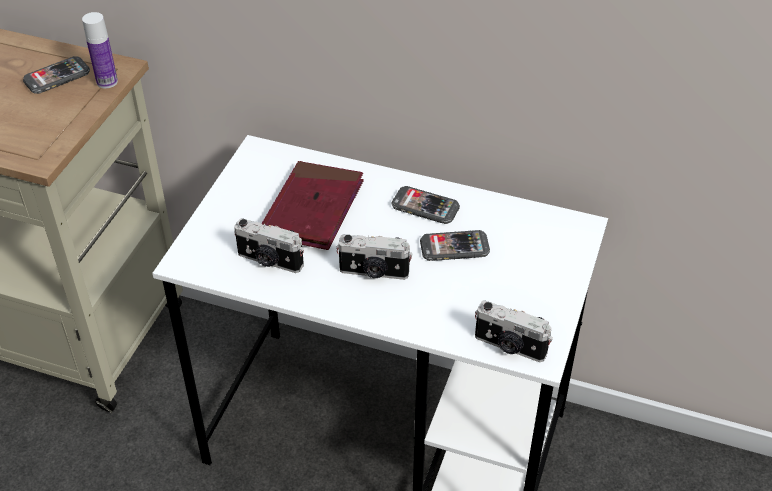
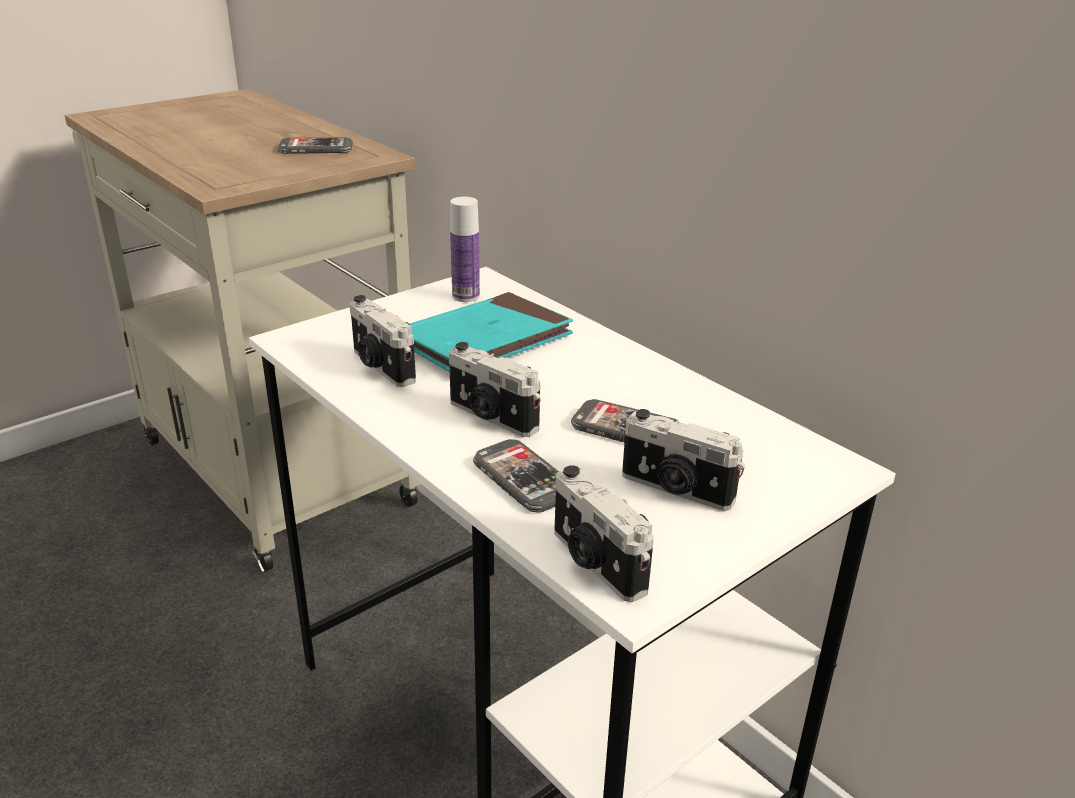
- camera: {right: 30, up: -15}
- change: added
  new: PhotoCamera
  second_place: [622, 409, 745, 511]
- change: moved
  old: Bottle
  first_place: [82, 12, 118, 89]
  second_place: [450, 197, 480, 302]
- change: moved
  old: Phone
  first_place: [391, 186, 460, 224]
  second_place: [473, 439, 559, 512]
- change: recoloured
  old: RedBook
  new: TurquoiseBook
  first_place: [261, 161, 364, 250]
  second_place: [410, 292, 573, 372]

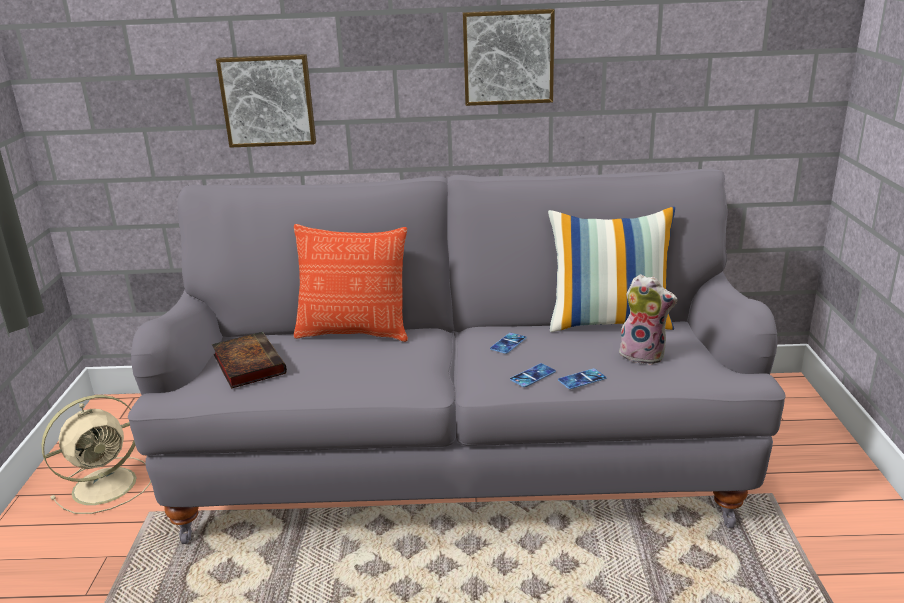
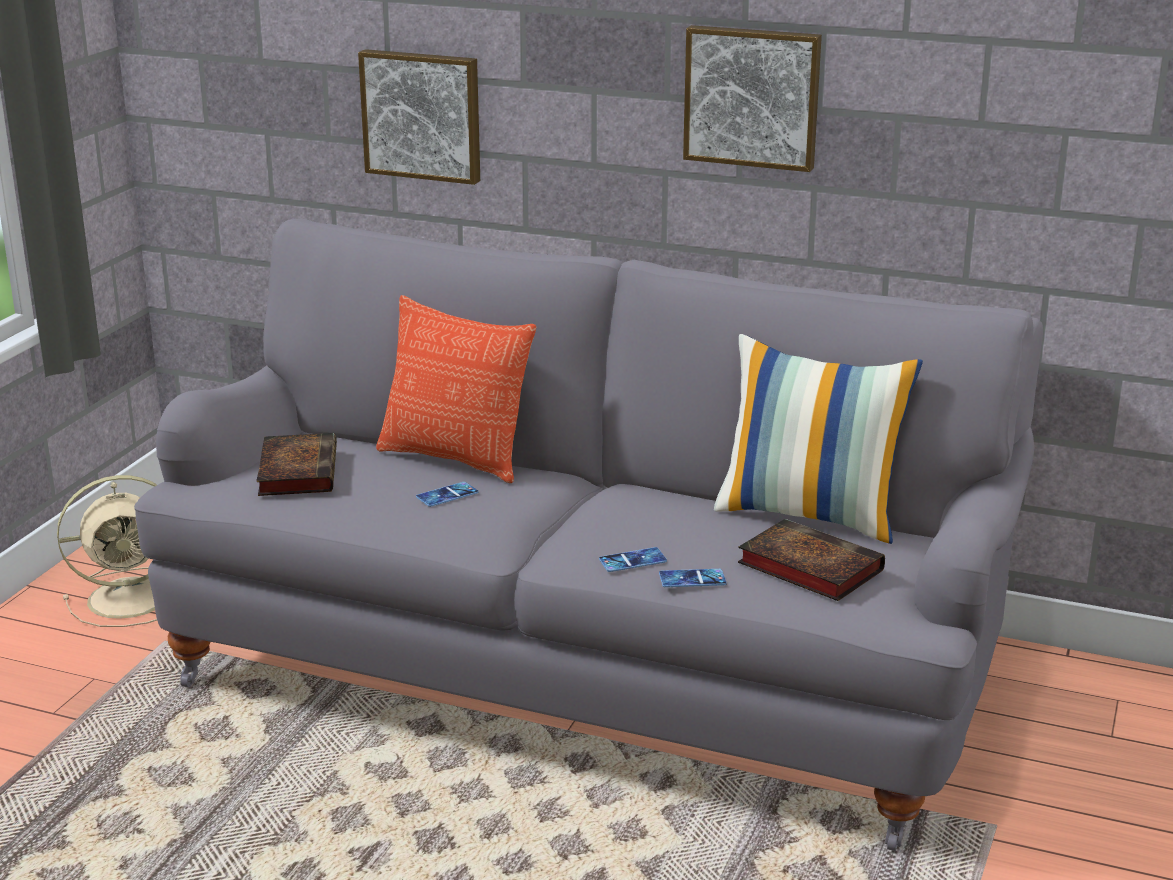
- camera: {right: 20, up: 0}
- change: moved
  old: Phone
  first_place: [490, 333, 526, 354]
  second_place: [416, 482, 479, 507]
- change: replaced
  old: PlushToy
  new: Book
  first_place: [619, 274, 677, 365]
  second_place: [738, 519, 885, 601]

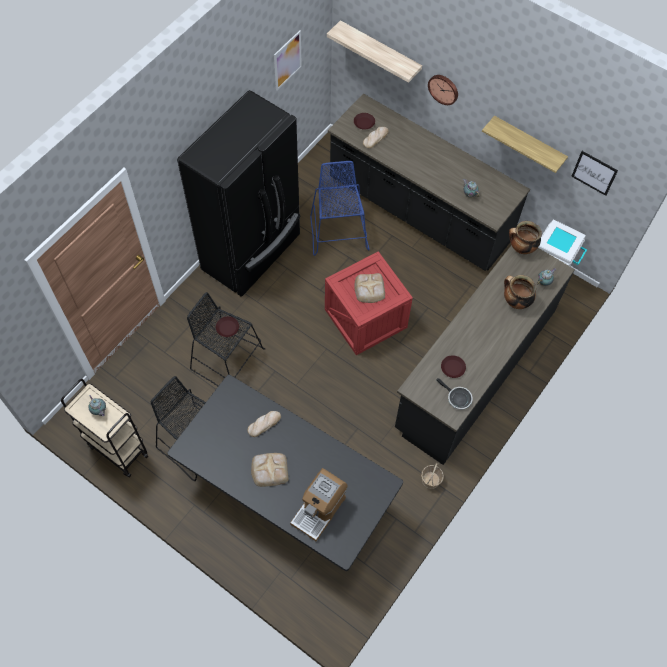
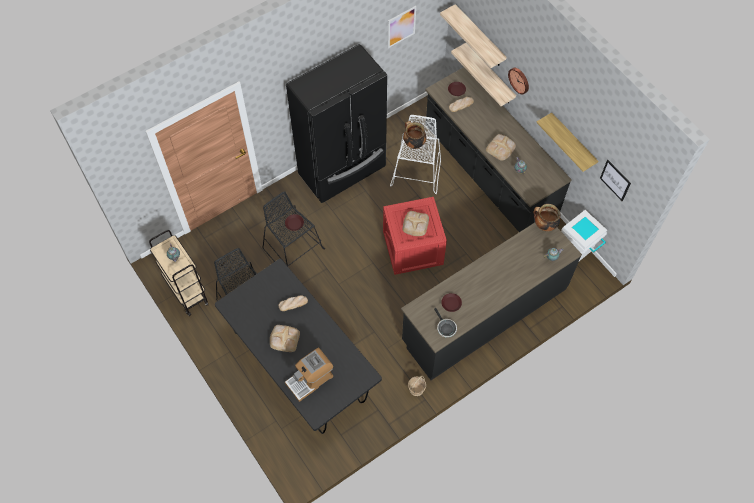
- camera: {right: 20, up: 0}
- change: added
  new: Shelf
  second_place: [451, 43, 516, 106]
- change: added
  new: Bread
  second_place: [486, 134, 516, 161]
- change: moved
  old: CookingPot
  first_place: [504, 275, 536, 309]
  second_place: [403, 121, 426, 149]
- change: recoloured
  old: BlueStool
  new: WhiteStool
  first_place: [310, 161, 370, 256]
  second_place: [390, 115, 441, 194]

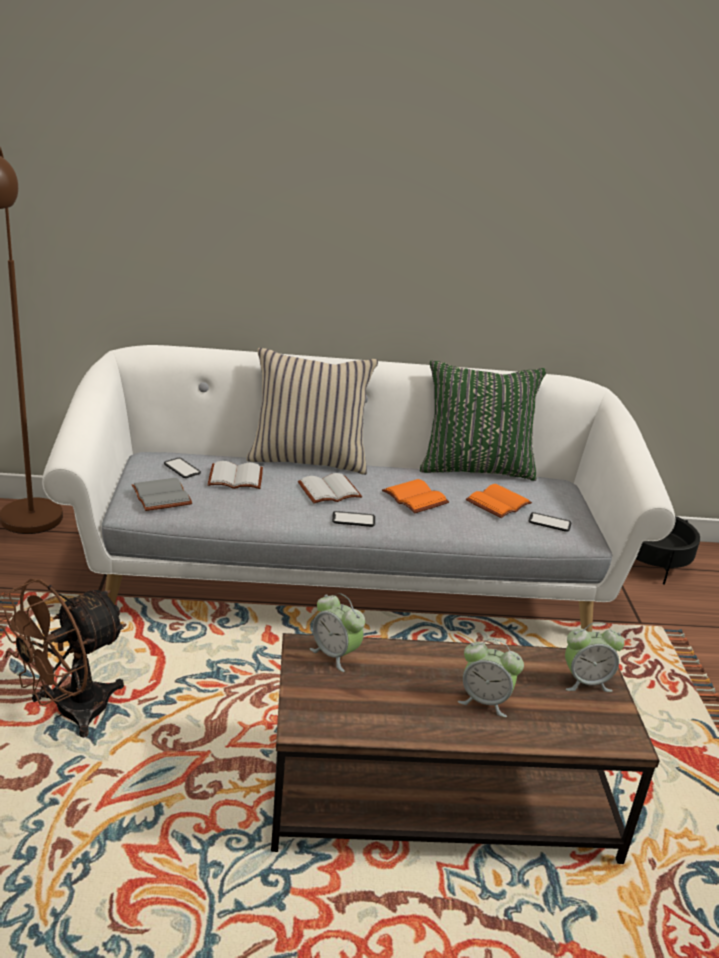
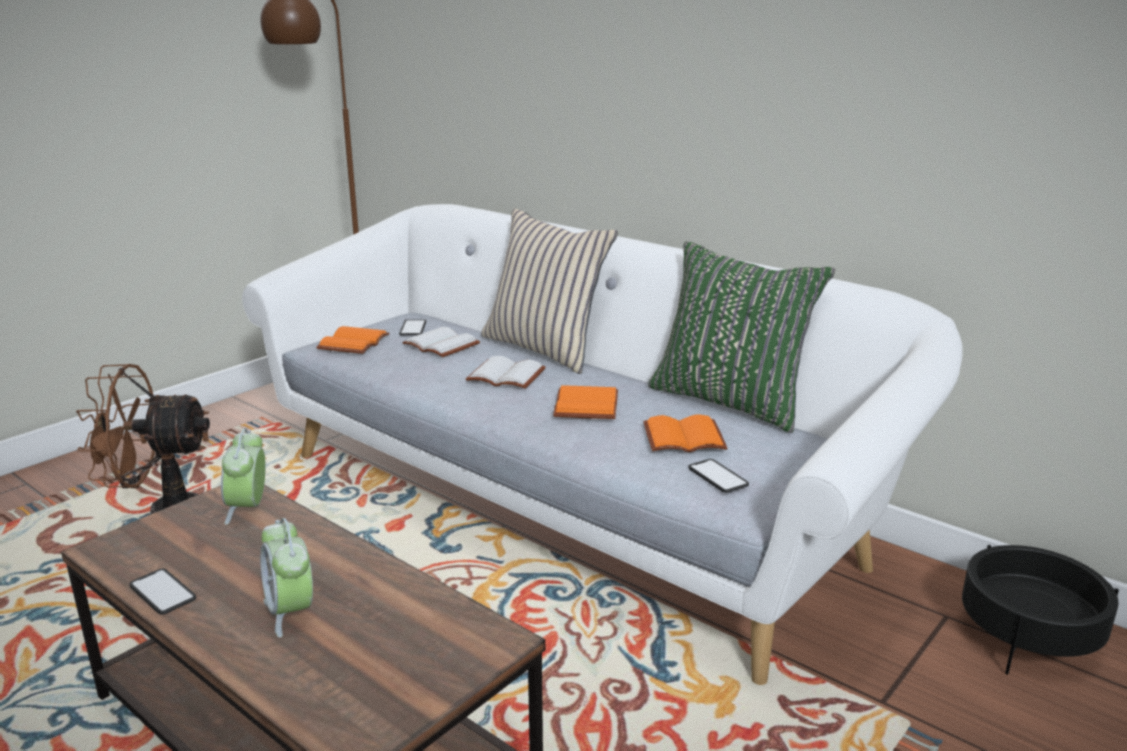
- camera: {right: 45, up: -5}
- change: removed
  old: AlarmClock
  first_place: [565, 622, 625, 692]
- change: moved
  old: Phone
  first_place: [332, 511, 375, 527]
  second_place: [129, 568, 196, 615]
- change: recoloured
  old: GreyBook
  new: OrangeBook
  first_place: [132, 477, 192, 511]
  second_place: [316, 326, 390, 354]

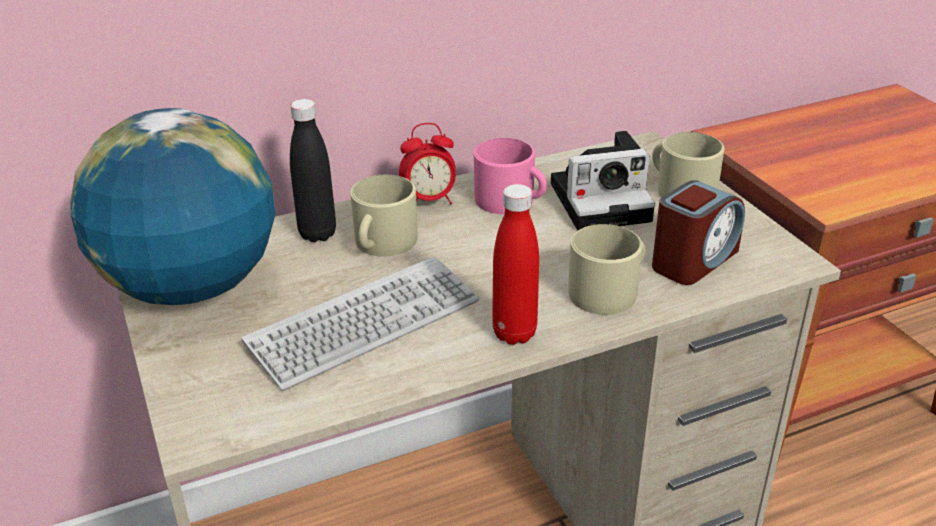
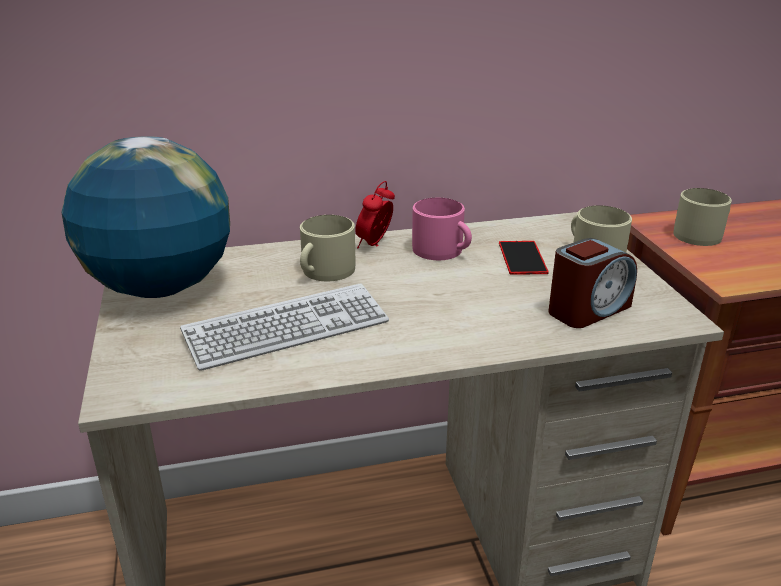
- camera: {right: 10, up: -5}
- change: removed
  old: BlackBottle
  first_place: [290, 99, 336, 242]
- change: removed
  old: RedBottle
  first_place: [492, 184, 539, 345]
- change: moved
  old: BeigeMug
  first_place: [568, 224, 645, 315]
  second_place: [673, 188, 732, 246]
- change: replaced
  old: PhotoCamera
  new: Phone
  first_place: [551, 131, 655, 231]
  second_place: [499, 241, 549, 275]
- change: turned
  old: AlarmClock
  first_place: [399, 123, 456, 204]
  second_place: [355, 181, 395, 249]
  degrees: 120

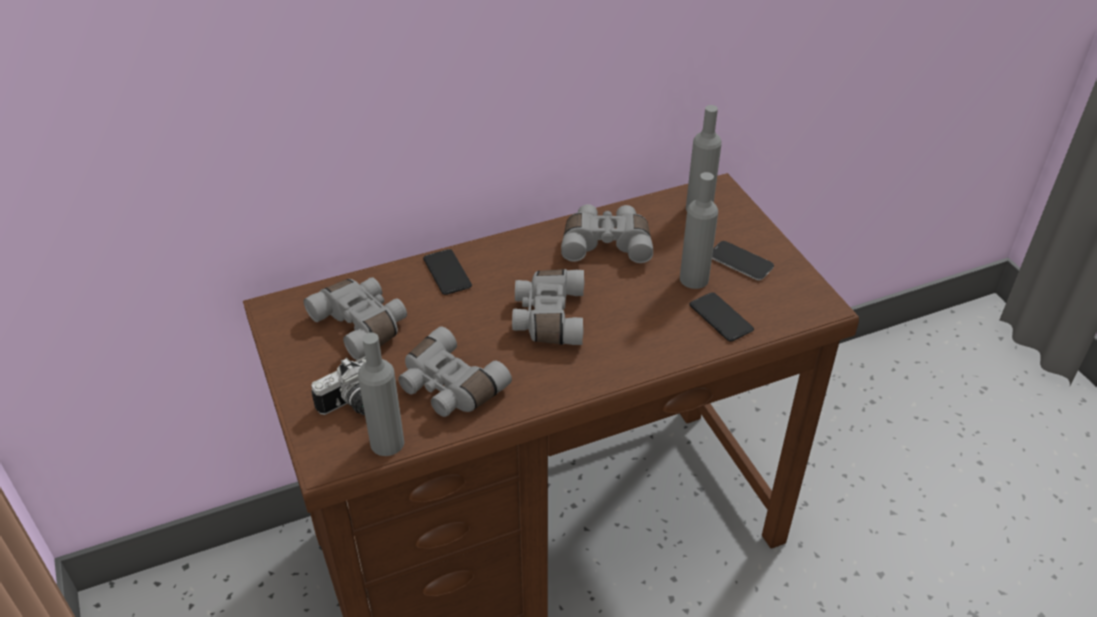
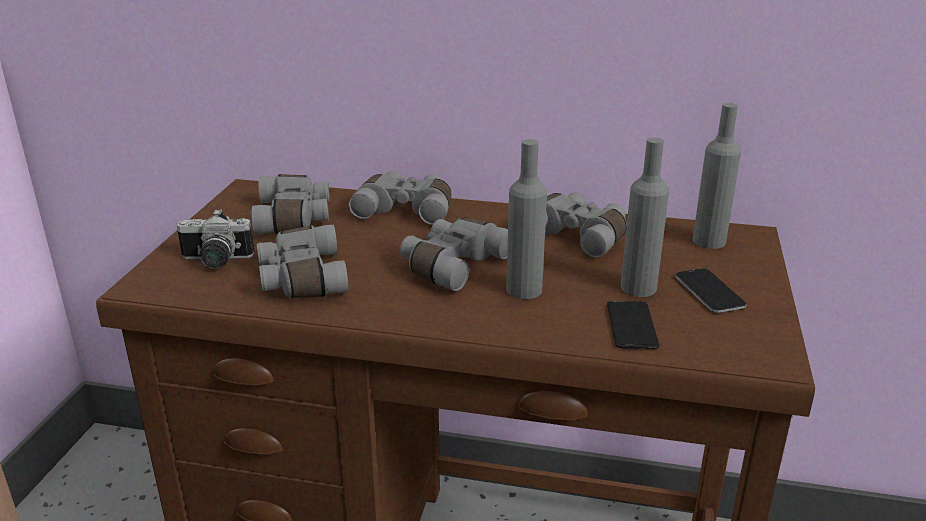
- camera: {right: 35, up: -15}
- change: moved
  old: GreyBottle
  first_place: [358, 332, 404, 456]
  second_place: [506, 139, 547, 299]
- change: replaced
  old: Phone
  new: GreyBinoculars
  first_place: [423, 249, 472, 295]
  second_place: [349, 171, 451, 225]

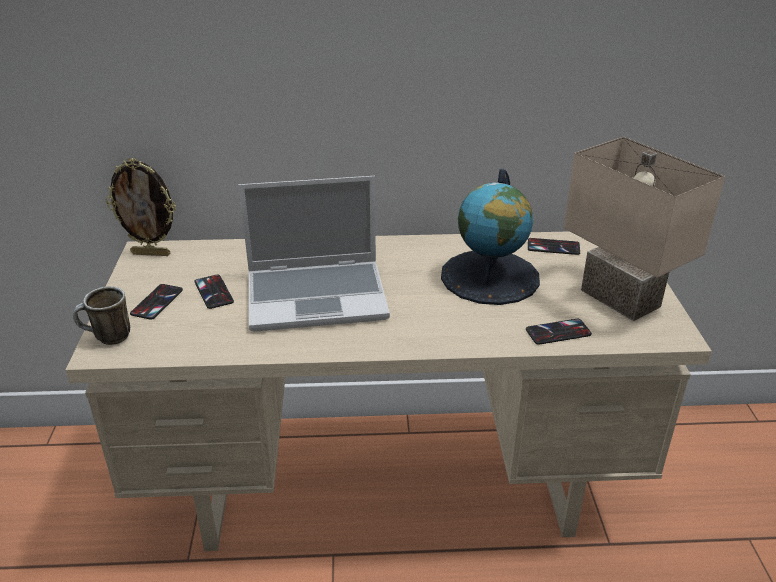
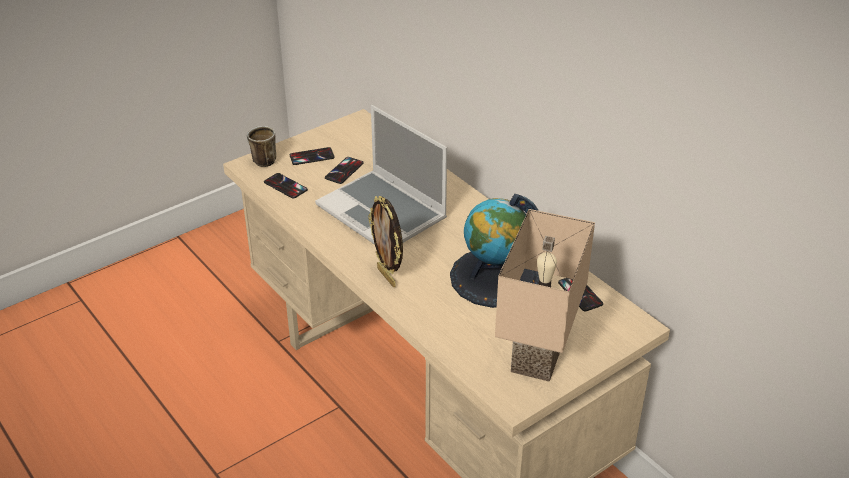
- camera: {right: 55, up: 5}
- change: moved
  old: PictureFrame
  first_place: [106, 158, 176, 256]
  second_place: [368, 196, 403, 287]
- change: moved
  old: Phone
  first_place: [526, 319, 592, 345]
  second_place: [264, 173, 308, 199]

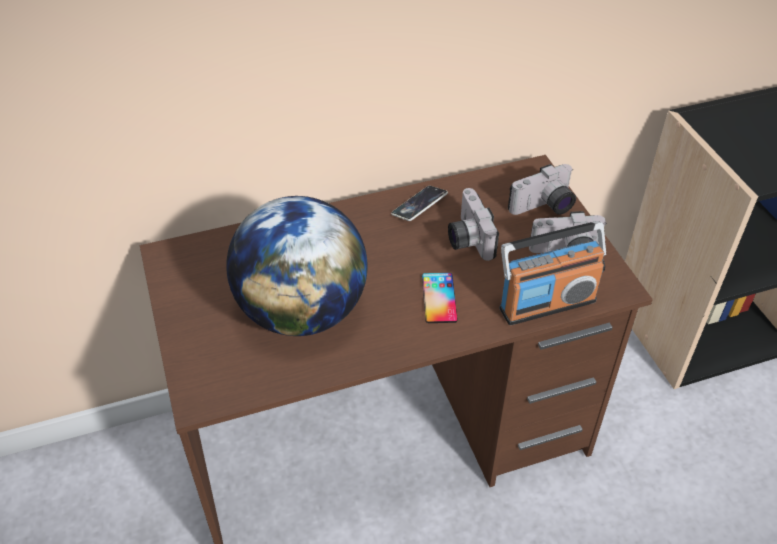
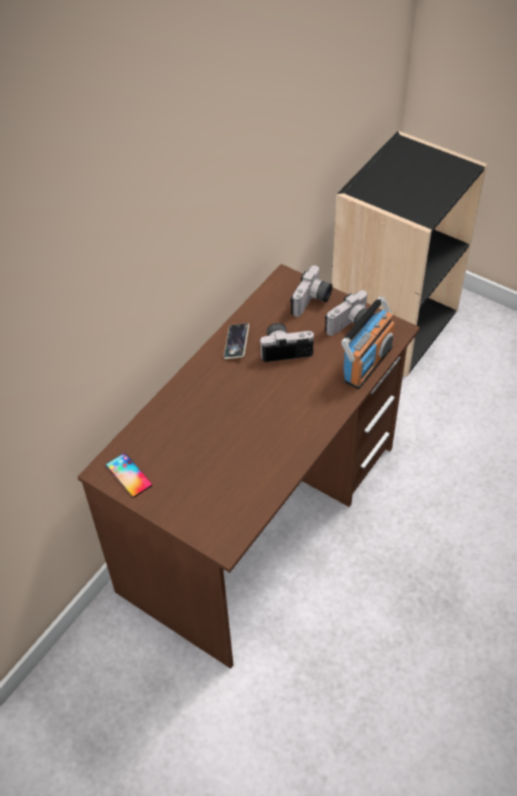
- camera: {right: -35, up: 5}
- change: removed
  old: Globe
  first_place: [226, 196, 368, 336]
- change: moved
  old: Phone
  first_place: [422, 273, 458, 323]
  second_place: [106, 453, 152, 498]
- change: turned
  old: PhotoCamera
  first_place: [448, 188, 499, 261]
  second_place: [259, 323, 314, 362]
  degrees: 135

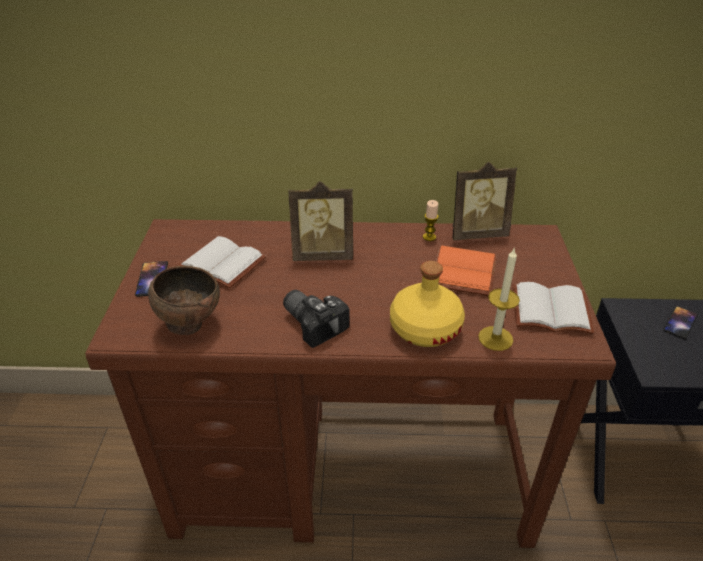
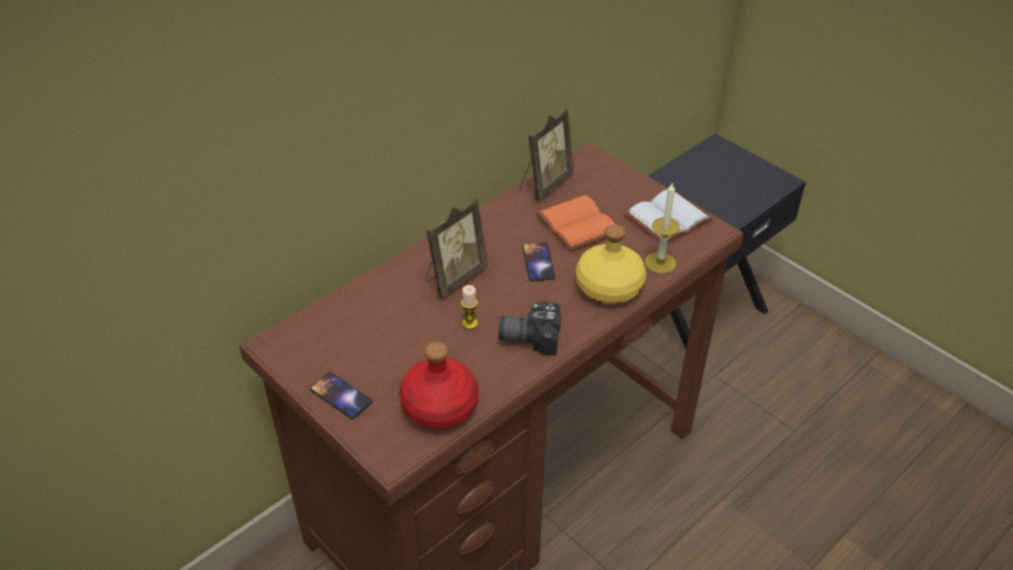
- camera: {right: -45, up: 5}
- change: removed
  old: WhiteBook
  first_place: [178, 236, 266, 288]
- change: moved
  old: Candle
  first_place: [423, 200, 439, 241]
  second_place: [461, 285, 478, 329]
- change: moved
  old: Phone
  first_place: [663, 306, 698, 339]
  second_place: [522, 242, 555, 281]
- change: replaced
  old: BrownBowl
  new: RedBottle
  first_place: [148, 266, 220, 335]
  second_place: [399, 342, 479, 429]

